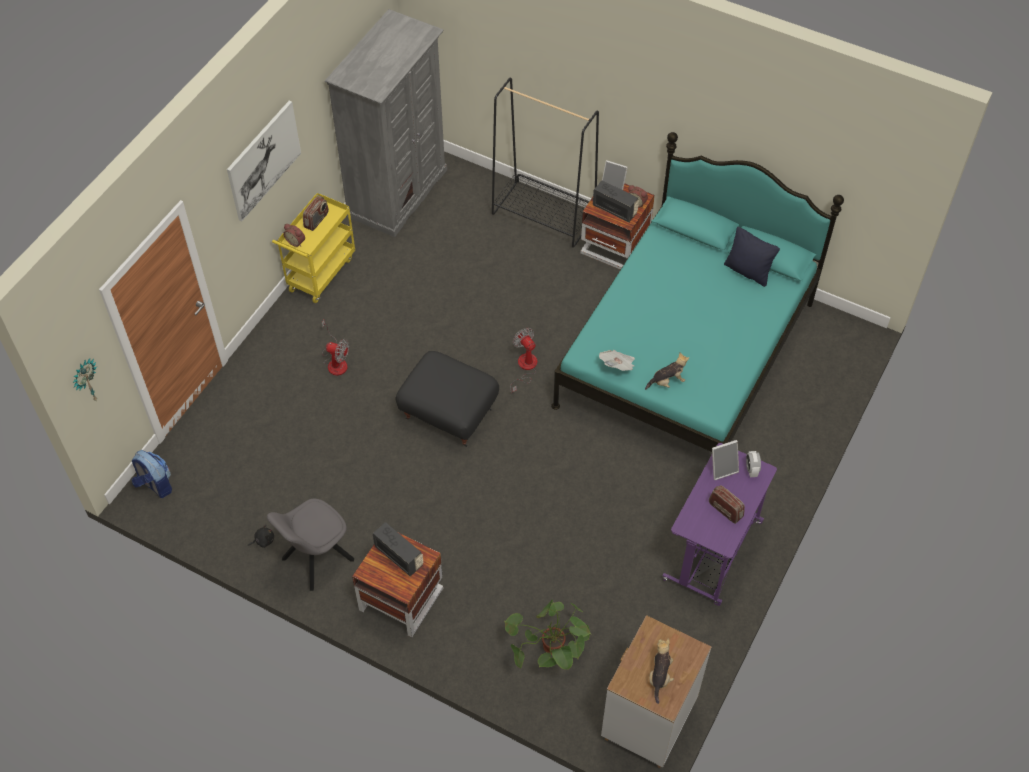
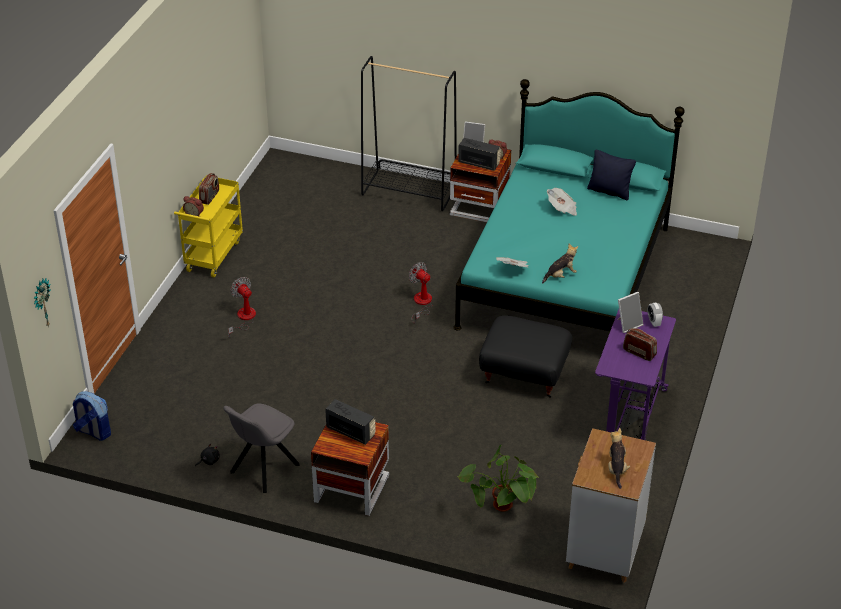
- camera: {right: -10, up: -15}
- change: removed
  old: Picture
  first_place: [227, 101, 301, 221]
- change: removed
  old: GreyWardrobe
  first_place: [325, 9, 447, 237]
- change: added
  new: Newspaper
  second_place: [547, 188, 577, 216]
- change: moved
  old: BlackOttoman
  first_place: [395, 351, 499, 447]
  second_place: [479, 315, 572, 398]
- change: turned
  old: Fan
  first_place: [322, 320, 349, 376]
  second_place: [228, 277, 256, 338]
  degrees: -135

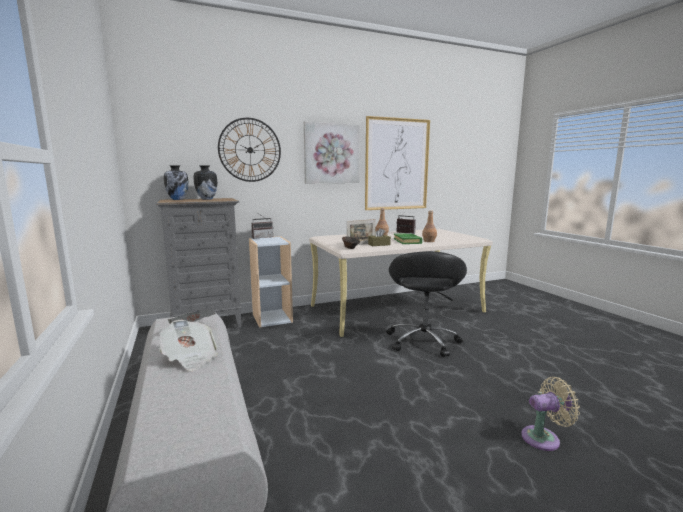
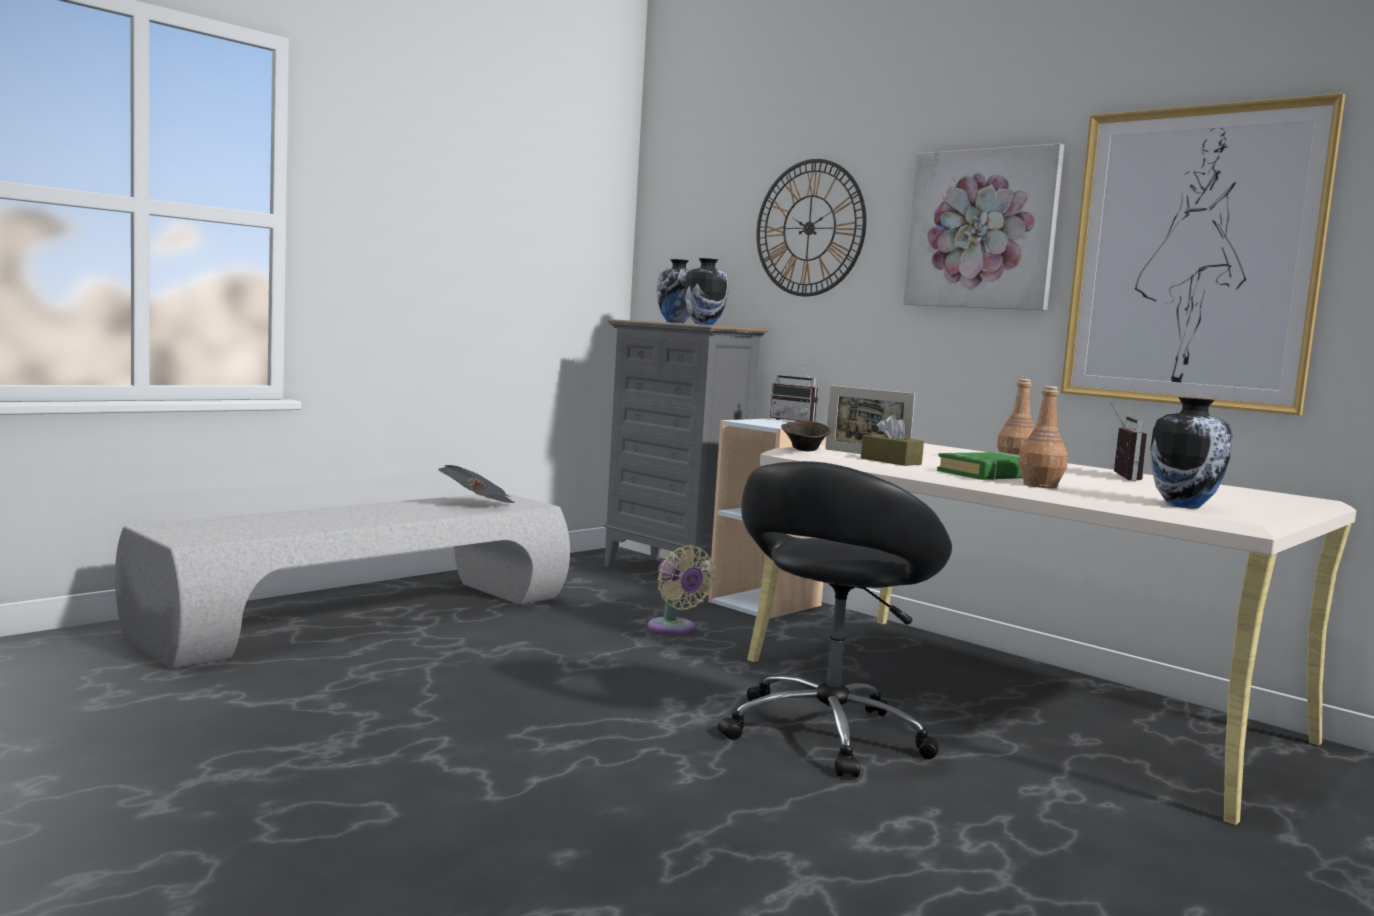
- camera: {right: 65, up: -5}
- change: removed
  old: Newspaper
  first_place: [159, 320, 218, 371]
- change: added
  new: Vase
  second_place: [1150, 397, 1232, 508]
- change: moved
  old: BeigeFan
  first_place: [521, 377, 580, 451]
  second_place: [648, 545, 715, 634]
- change: turned
  old: BlackOfficeChair
  first_place: [386, 251, 467, 357]
  second_place: [717, 461, 952, 778]
  degrees: -45

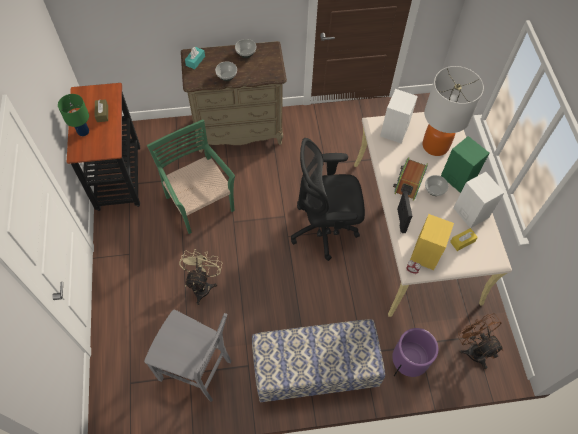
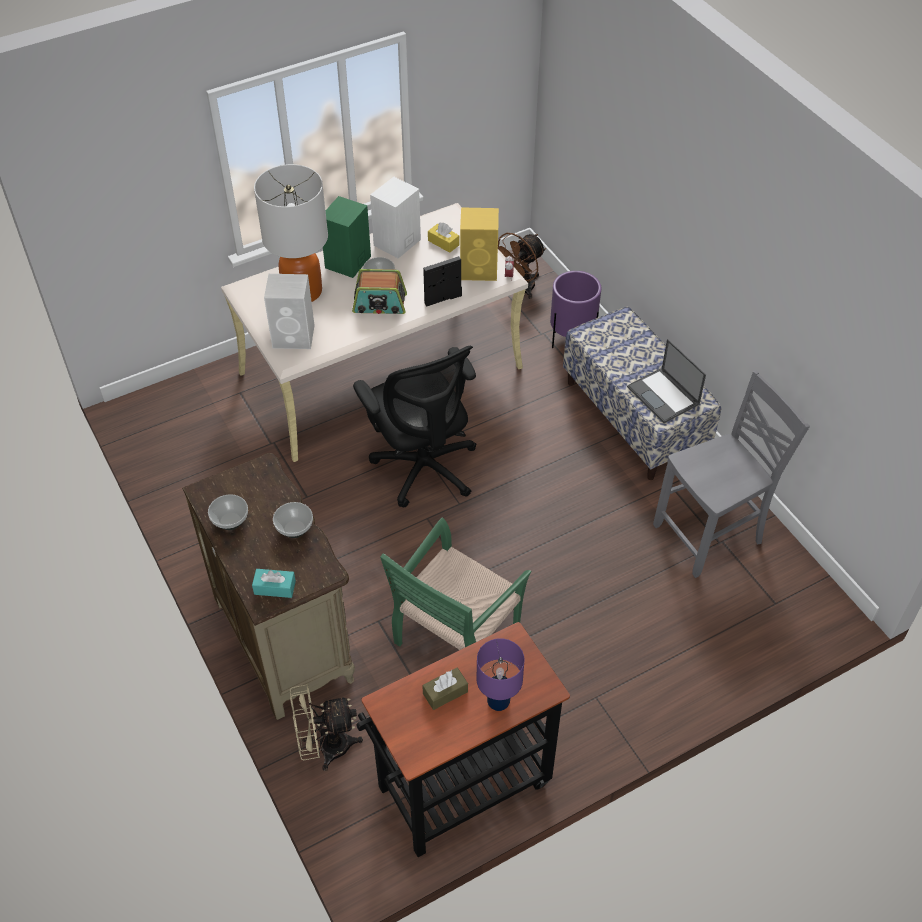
- camera: {right: -110, up: -10}
- change: added
  new: Laptop
  second_place: [627, 339, 706, 423]
- change: moved
  old: BeigeFan
  first_place: [179, 249, 222, 305]
  second_place: [290, 684, 363, 771]
- change: recoloured
  old: GreenTableLamp
  new: PurpleTableLamp
  first_place: [58, 94, 89, 136]
  second_place: [476, 638, 524, 711]
- change: turned
  old: GreyChair
  first_place: [144, 309, 231, 402]
  second_place: [653, 370, 810, 578]
  degrees: 60

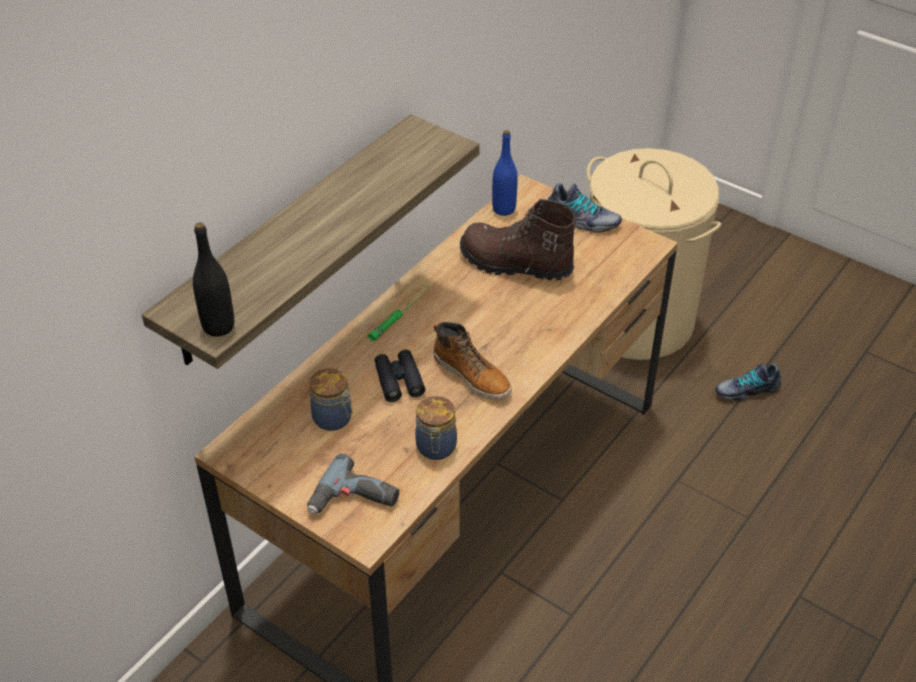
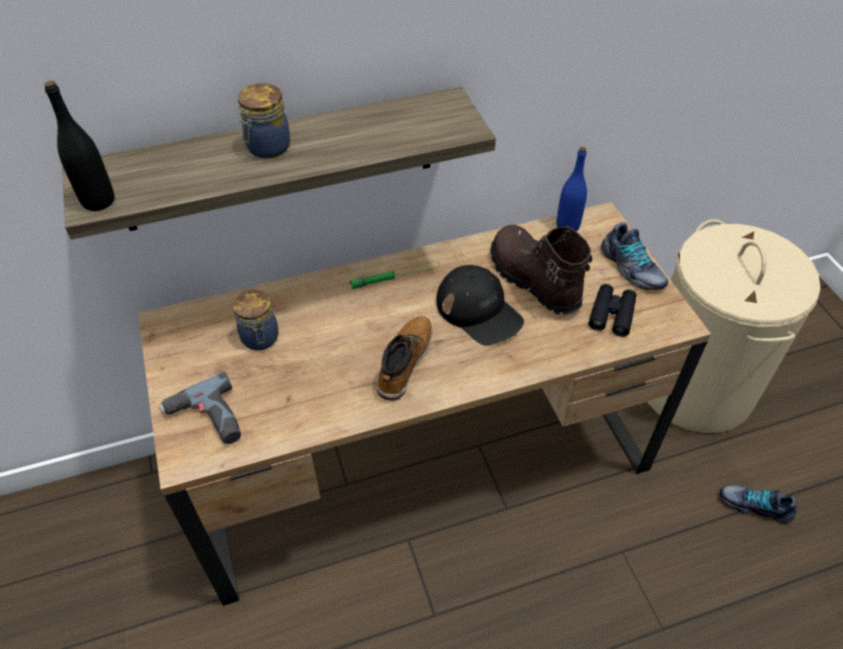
- camera: {right: 35, up: 5}
- change: added
  new: BlackCap
  second_place: [437, 265, 524, 345]
- change: moved
  old: BlackBinoculars
  first_place: [375, 350, 425, 402]
  second_place: [589, 284, 636, 337]
- change: moved
  old: Jar
  first_place: [415, 396, 457, 460]
  second_place: [238, 83, 290, 158]
- change: turned
  old: Boot
  first_place: [433, 322, 512, 399]
  second_place: [377, 316, 433, 401]
  degrees: -150

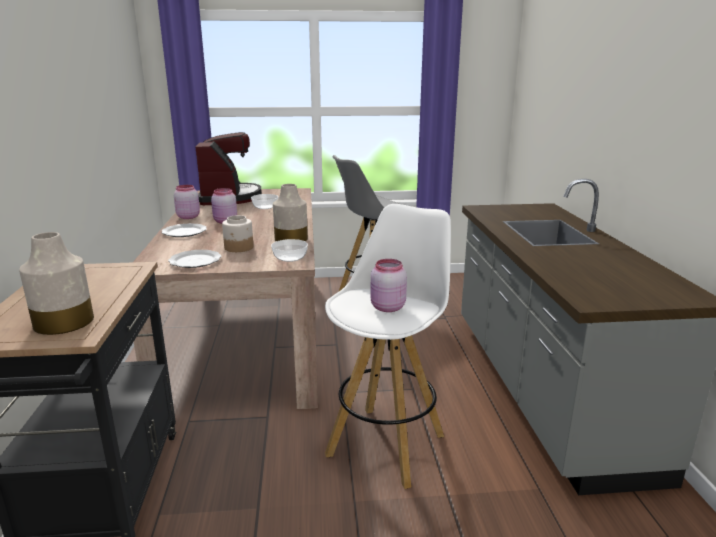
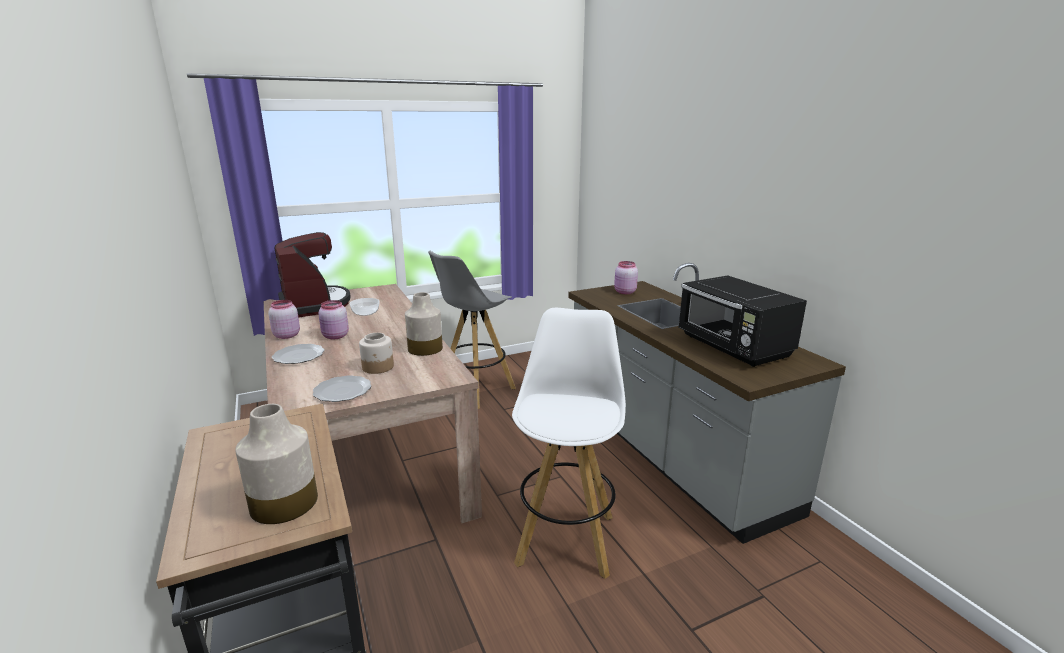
- camera: {right: -20, up: 0}
- change: removed
  old: Bowl
  first_place: [271, 239, 308, 262]
- change: added
  new: BlackMicrowave
  second_place: [678, 275, 807, 367]
- change: moved
  old: PinkJar
  first_place: [371, 259, 407, 312]
  second_place: [614, 261, 638, 294]

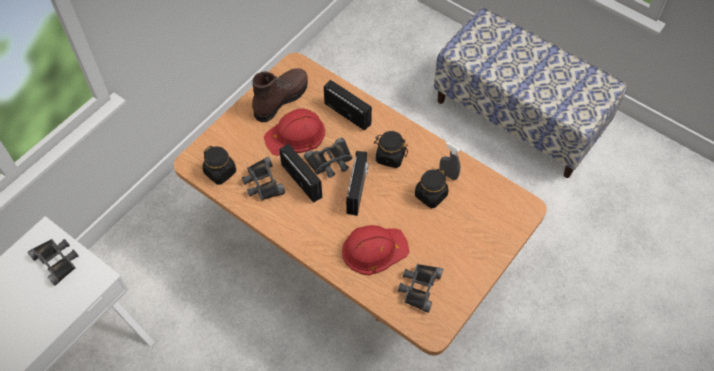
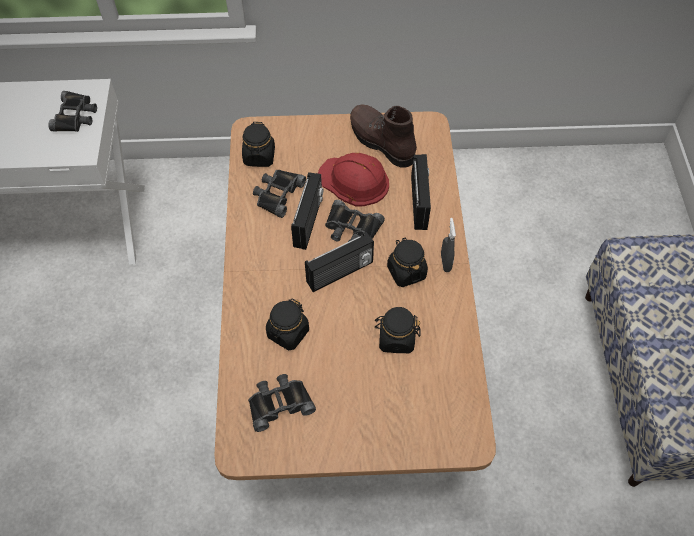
- camera: {right: 50, up: 0}
- change: moved
  old: GreySprayBottle
  first_place: [440, 142, 460, 180]
  second_place: [441, 218, 456, 272]
- change: replaced
  old: RedHardHat
  new: BlackJar
  first_place: [342, 225, 410, 275]
  second_place: [266, 299, 309, 350]
- change: turned
  old: BrownBoot
  first_place: [252, 68, 308, 122]
  second_place: [350, 104, 417, 168]
  degrees: -135

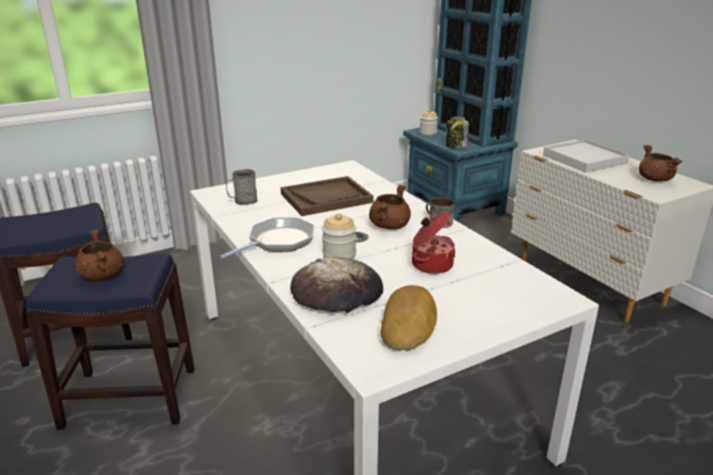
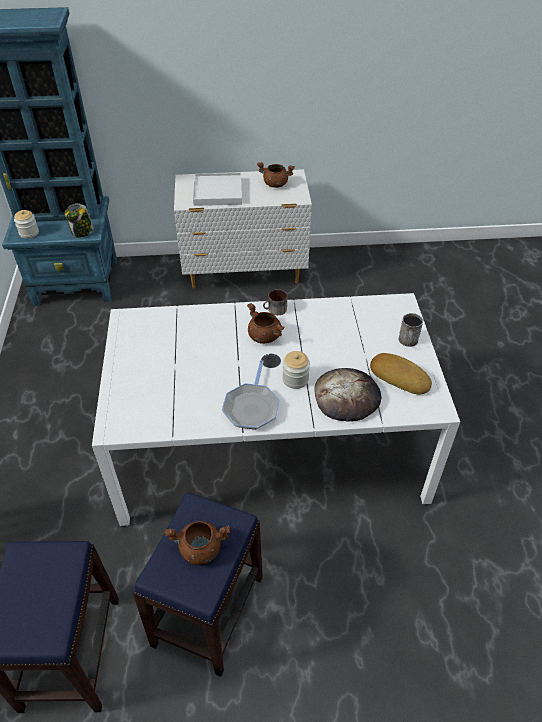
- camera: {right: -65, up: 20}
- change: removed
  old: BrownTray
  first_place: [281, 176, 374, 216]
- change: removed
  old: CookingPot
  first_place: [412, 212, 456, 274]
- change: moved
  old: GreyMug
  first_place: [226, 169, 257, 205]
  second_place: [398, 313, 423, 347]
- change: turned
  old: FryingPan
  first_place: [220, 217, 315, 259]
  second_place: [222, 360, 279, 429]
  degrees: -150

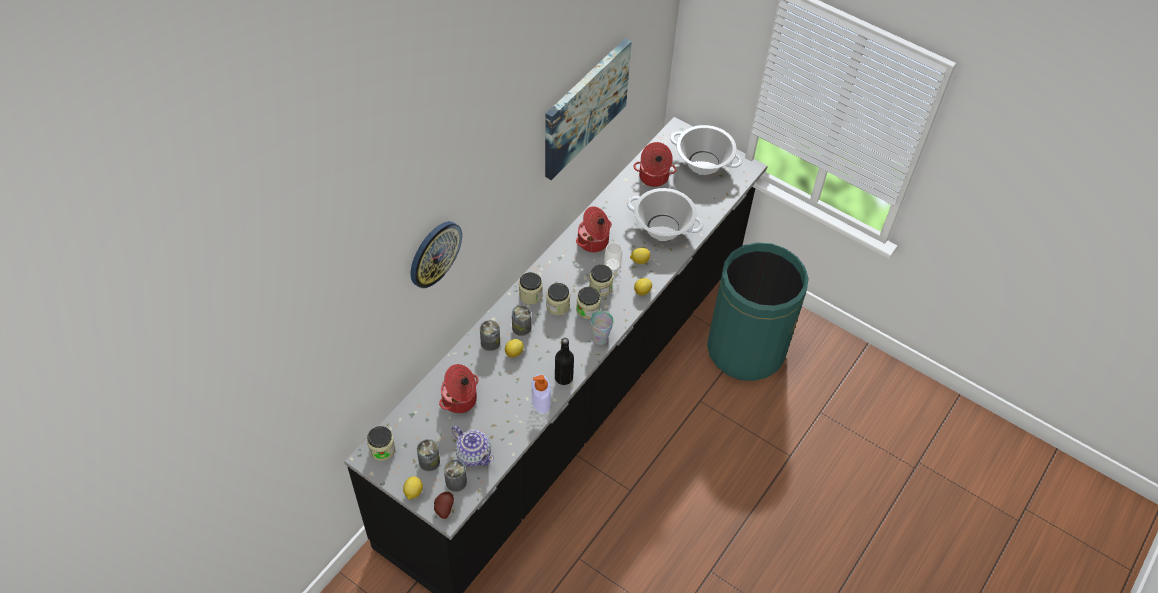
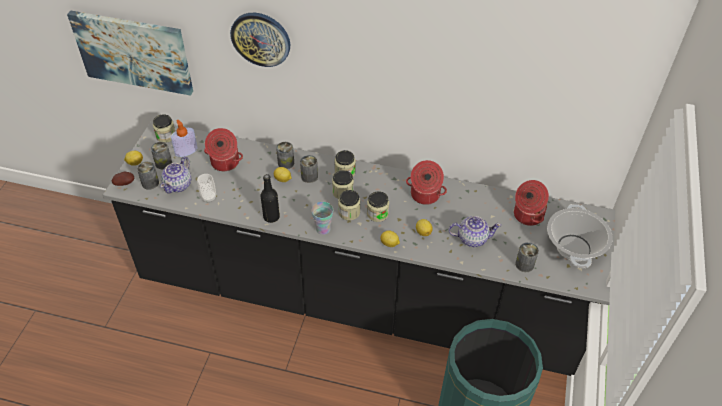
- camera: {right: 70, up: -5}
- change: added
  new: Can
  second_place: [515, 242, 539, 272]
- change: moved
  old: SoapDispenser
  first_place: [532, 374, 551, 414]
  second_place: [171, 120, 198, 157]
- change: moved
  old: Picture
  first_place: [545, 38, 632, 180]
  second_place: [67, 11, 193, 96]
- change: moved
  old: Cup
  first_place: [605, 242, 622, 272]
  second_place: [197, 174, 216, 203]
- change: replaced
  old: CookingPot
  new: Teapot
  first_place: [627, 188, 704, 241]
  second_place: [448, 216, 501, 247]

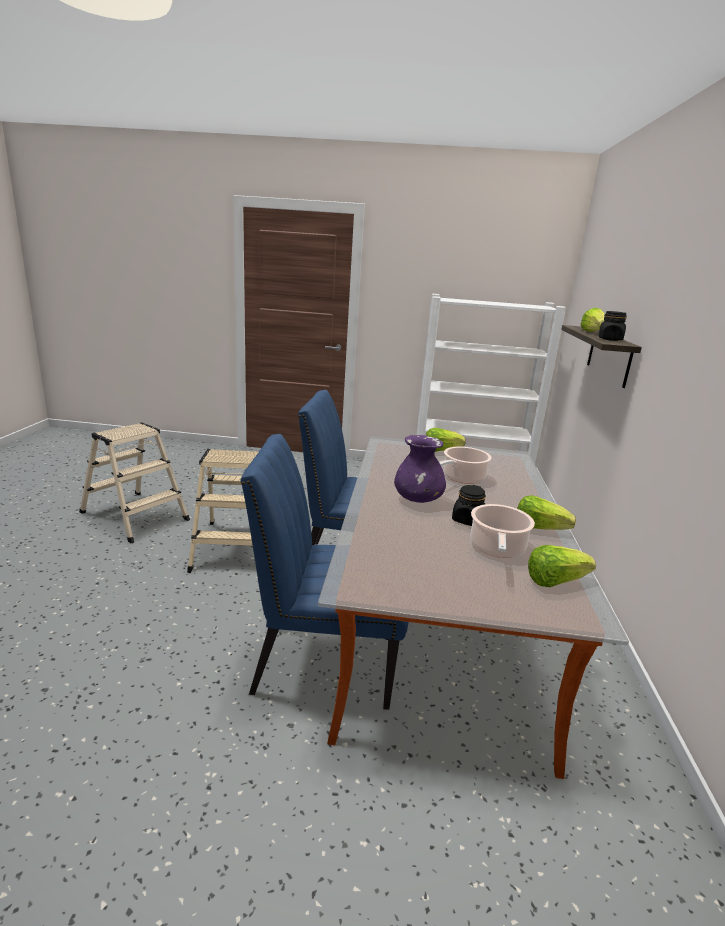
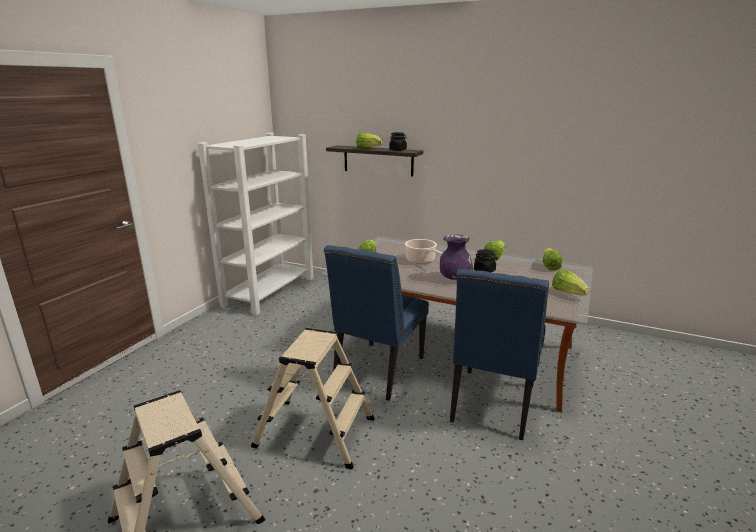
- camera: {right: -70, up: 0}
- change: removed
  old: CookingPot
  first_place: [470, 504, 535, 558]
- change: added
  new: Lettuce
  second_place: [552, 270, 590, 295]

